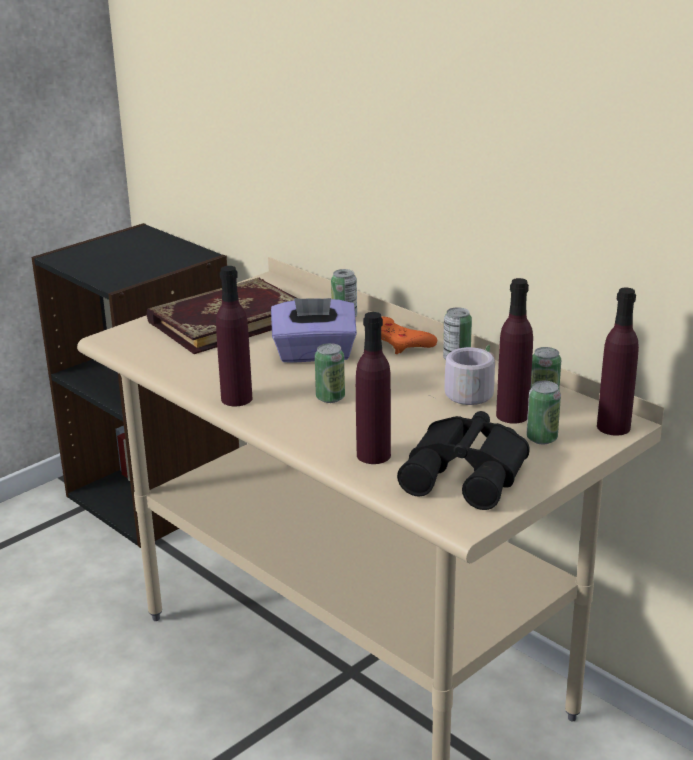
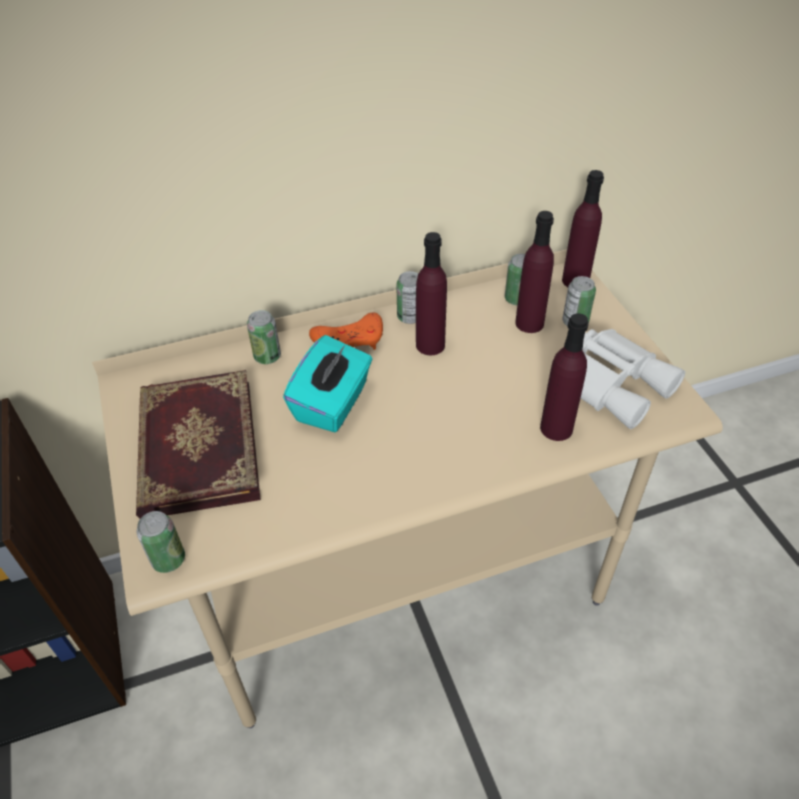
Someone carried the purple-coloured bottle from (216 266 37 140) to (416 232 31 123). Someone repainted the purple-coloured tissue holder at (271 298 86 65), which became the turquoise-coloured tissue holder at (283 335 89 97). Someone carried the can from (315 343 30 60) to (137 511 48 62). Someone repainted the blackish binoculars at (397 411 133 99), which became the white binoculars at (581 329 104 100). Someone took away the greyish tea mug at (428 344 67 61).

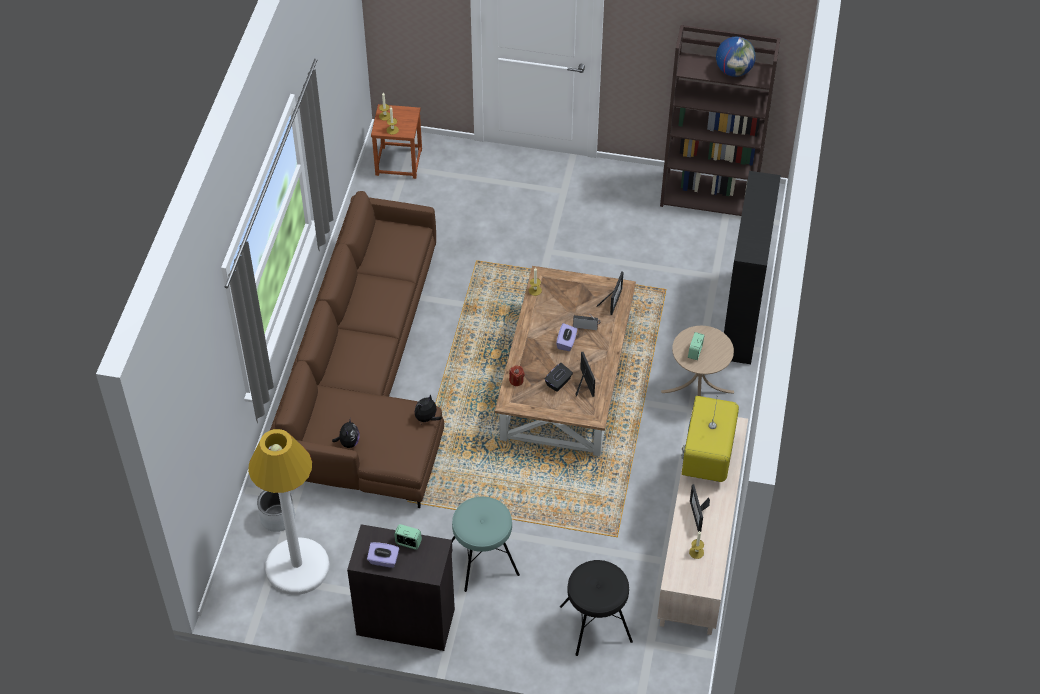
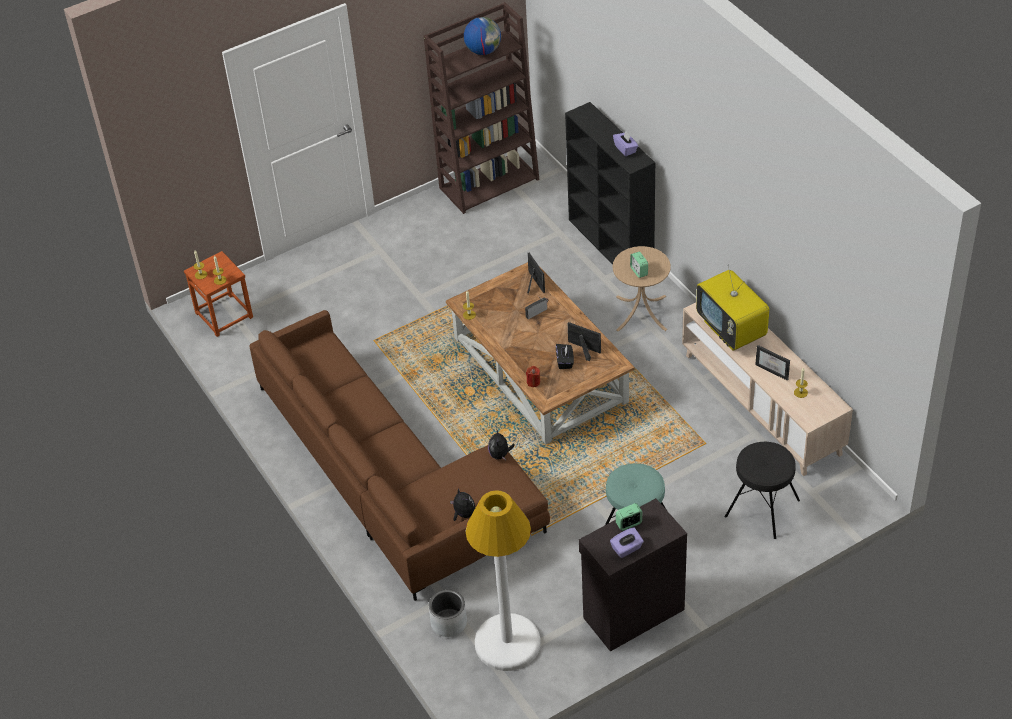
Someone carried the purple-coloured tissue holder from (556 323 21 28) to (613 131 25 25).

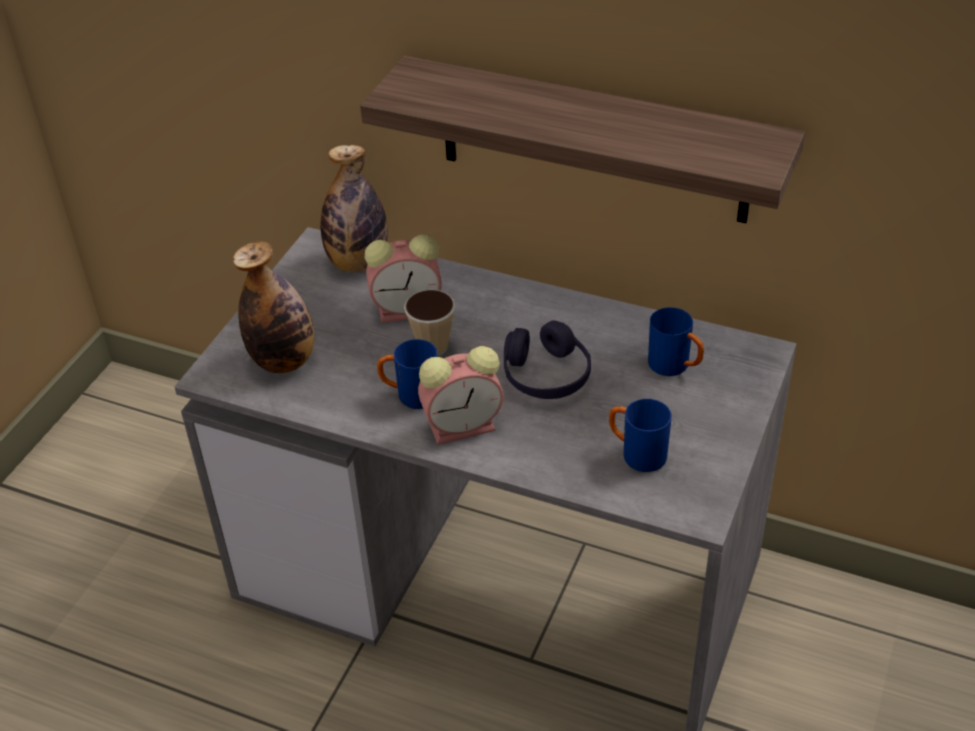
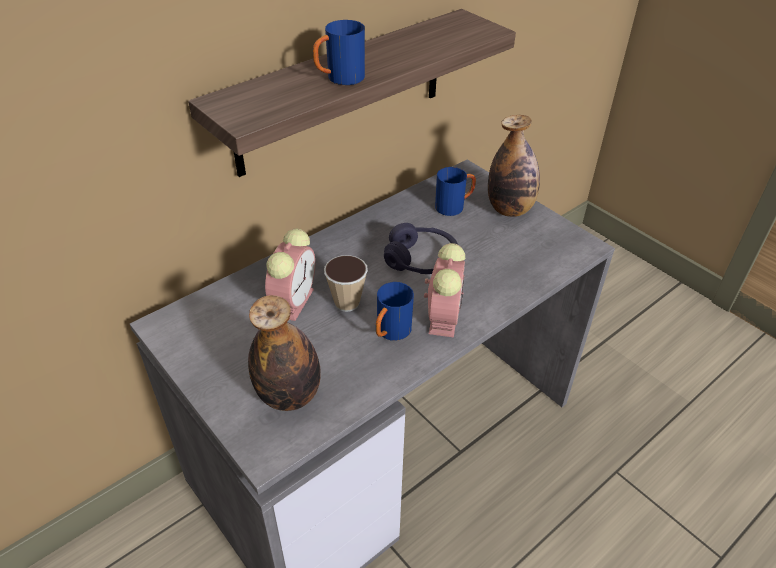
Someone carried the bottle from (321 145 67 127) to (488 115 52 102). Someone carried the bluish tea mug from (609 399 63 73) to (313 20 52 65).

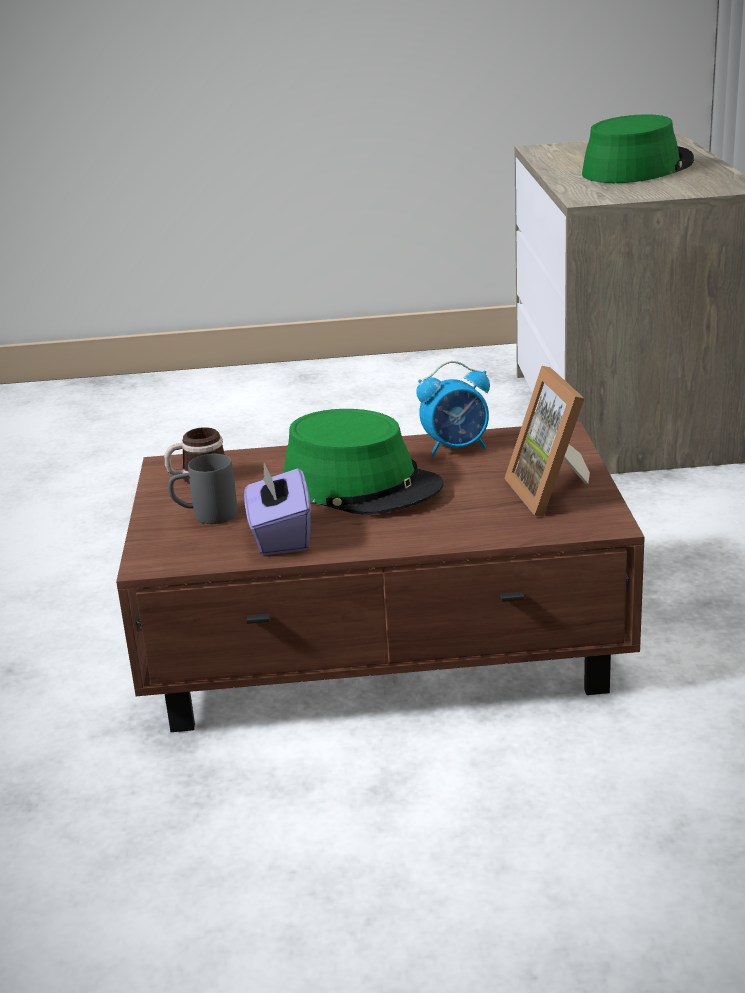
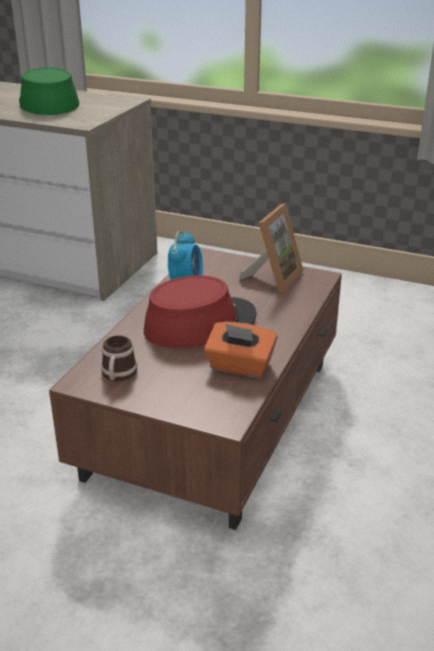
Someone took away the greyish tea mug at (168 454 69 70). Someone repainted the purple-coloured tissue holder at (244 463 67 92), which became the orange-coloured tissue holder at (204 322 74 56). Someone repainted the green-coloured wearable hat at (284 409 159 106), which became the red-coloured wearable hat at (144 275 113 73). Someone rotated the photo frame at (504 366 86 151) by 75 degrees counterclockwise.

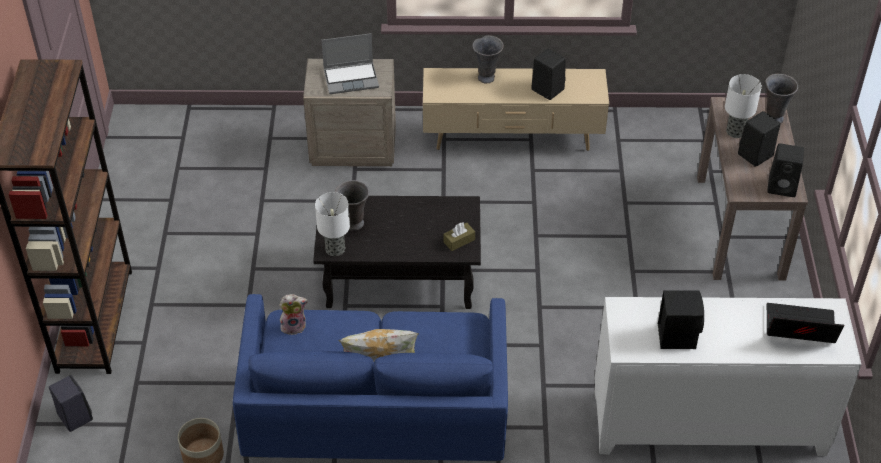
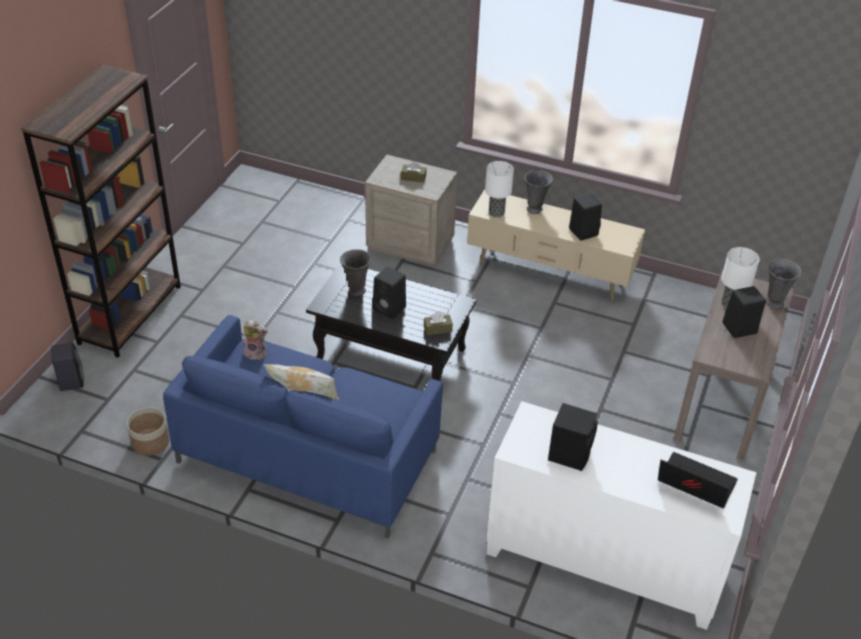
Someone carried the lamp for a table from (315 192 35 64) to (485 161 29 57). Someone swapped the notebook computer at (322 33 57 61) for the brown-coloured tissue holder at (401 162 25 21). Someone carried the blackish speaker from (767 144 37 53) to (372 267 34 52).

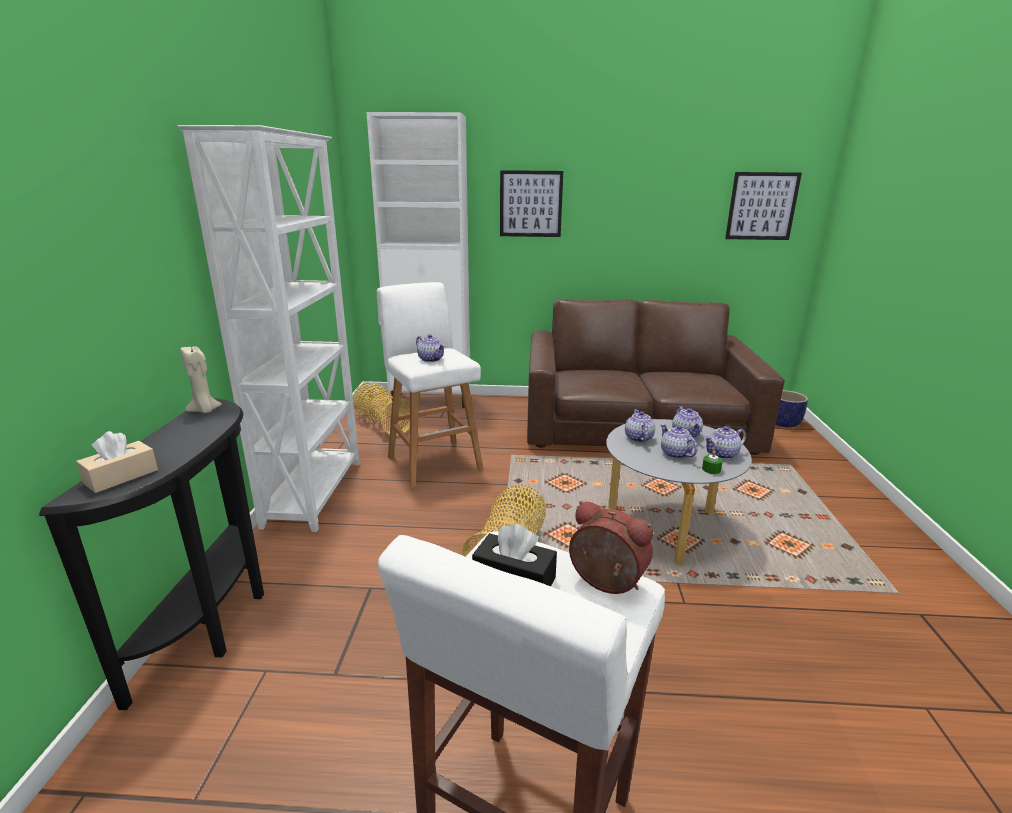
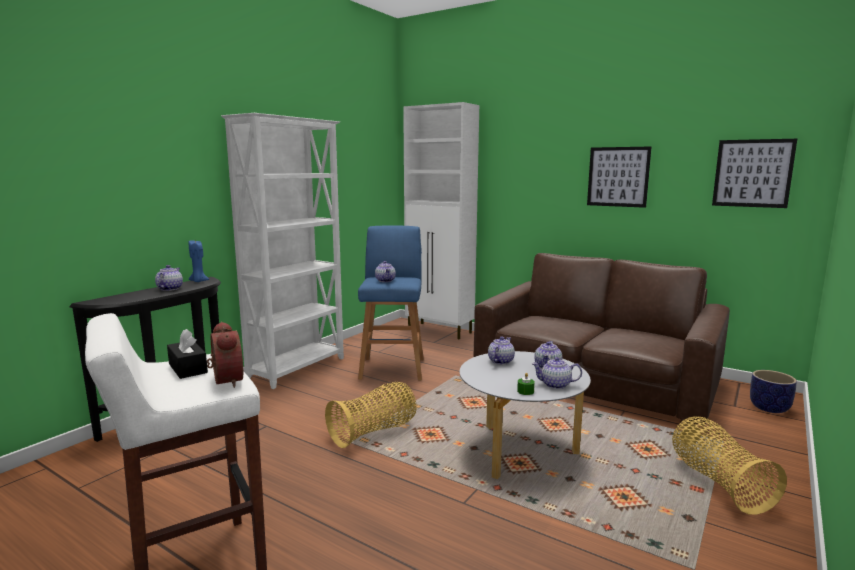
Someone took away the beige tissue holder at (76 431 82 62). Someone repainted the beige candle at (180 346 42 67), which became the bluish candle at (189 240 20 42). Someone carried the basket from (353 382 57 54) to (672 416 115 99). Someone repainted the white stool at (377 282 107 206), which became the bluish stool at (358 226 66 154). Someone carried the wall art from (500 170 63 67) to (587 147 64 61). Someone carried the pot for tea from (660 424 38 35) to (155 265 28 26).

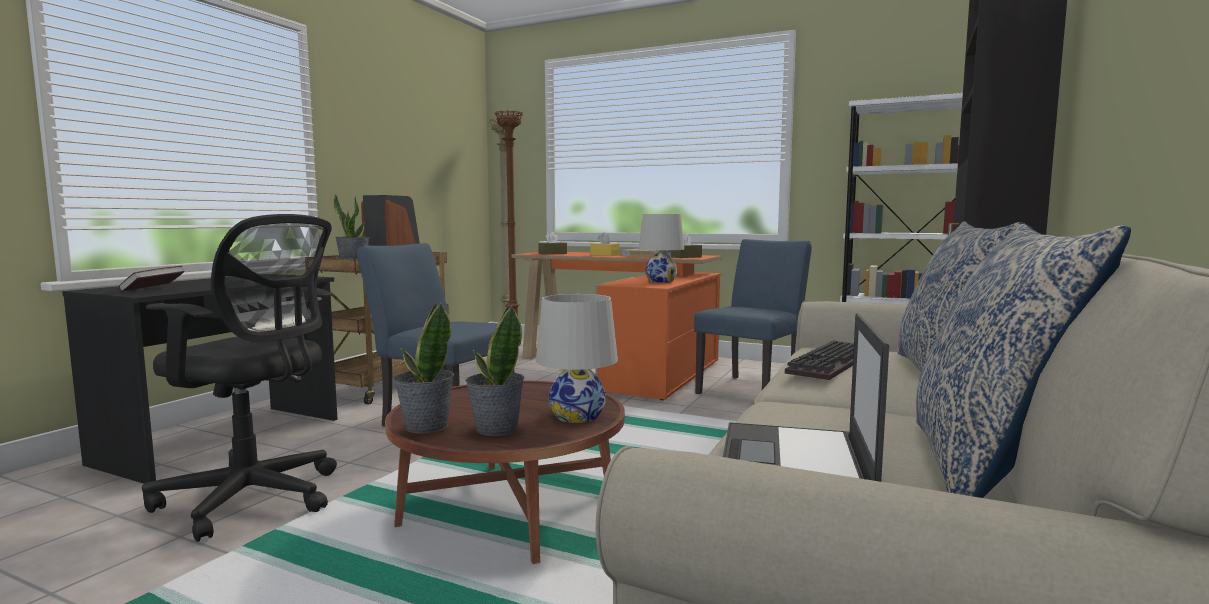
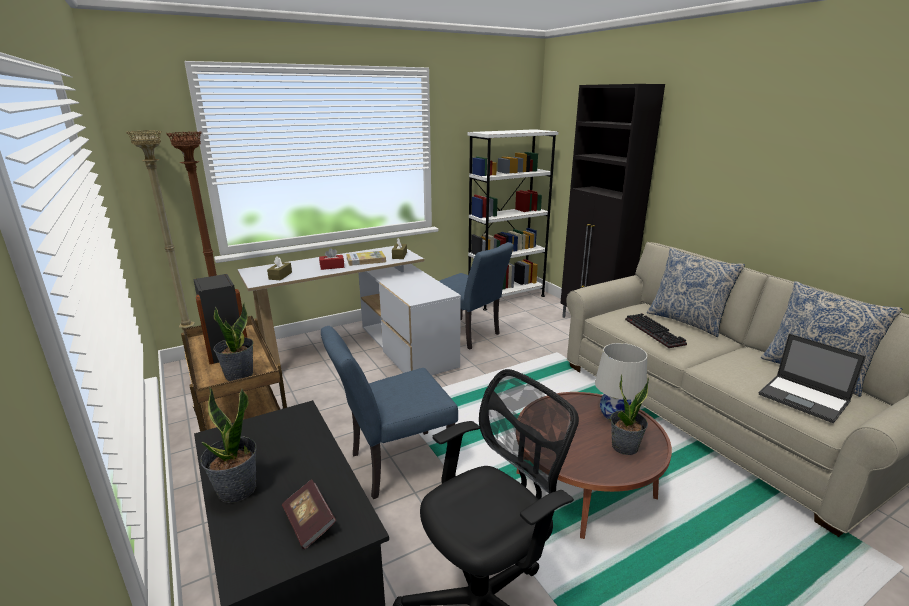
Someone carried the houseplant from (393 302 61 131) to (200 387 57 116). Someone repainted the orange-coloured desk table at (512 252 209 148), which became the white desk table at (237 246 224 129). Someone repainted the yellow-coloured tissue holder at (590 233 29 23), which became the red-coloured tissue holder at (319 248 25 22). Someone took away the white lamp for a table at (639 214 45 69). Someone rotated the bluish plain chair at (694 239 118 155) by 150 degrees clockwise.

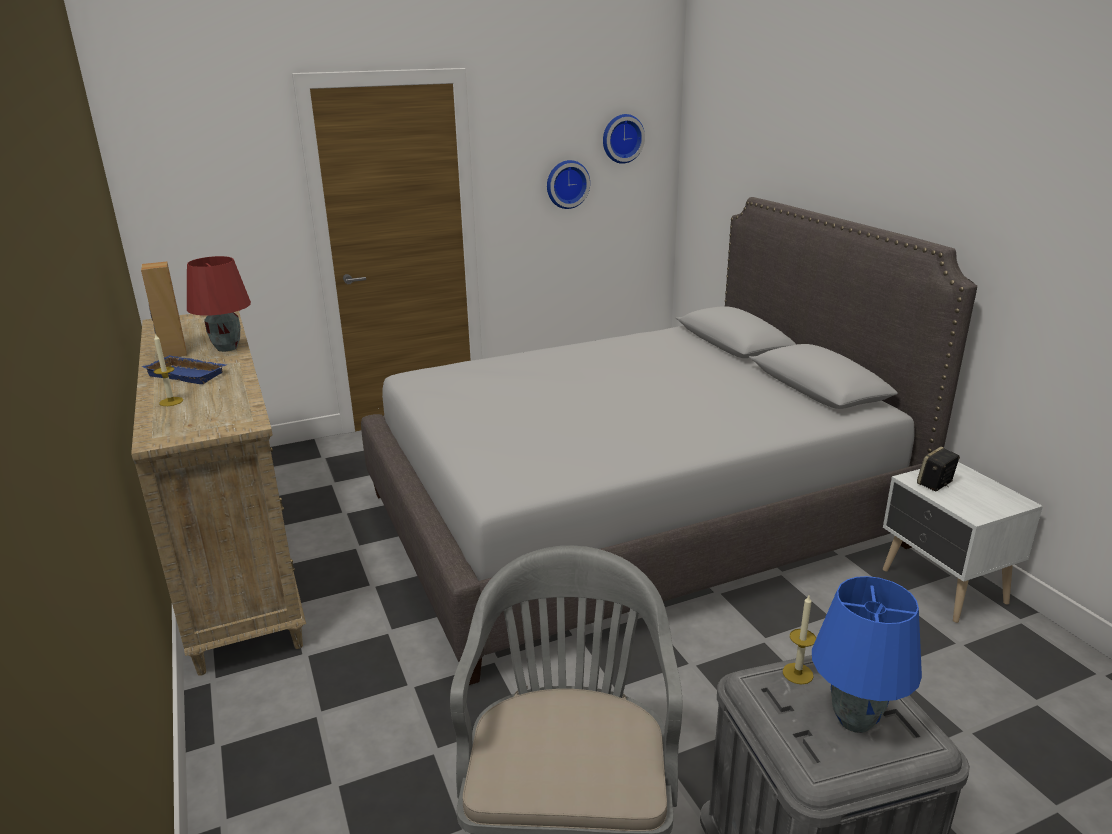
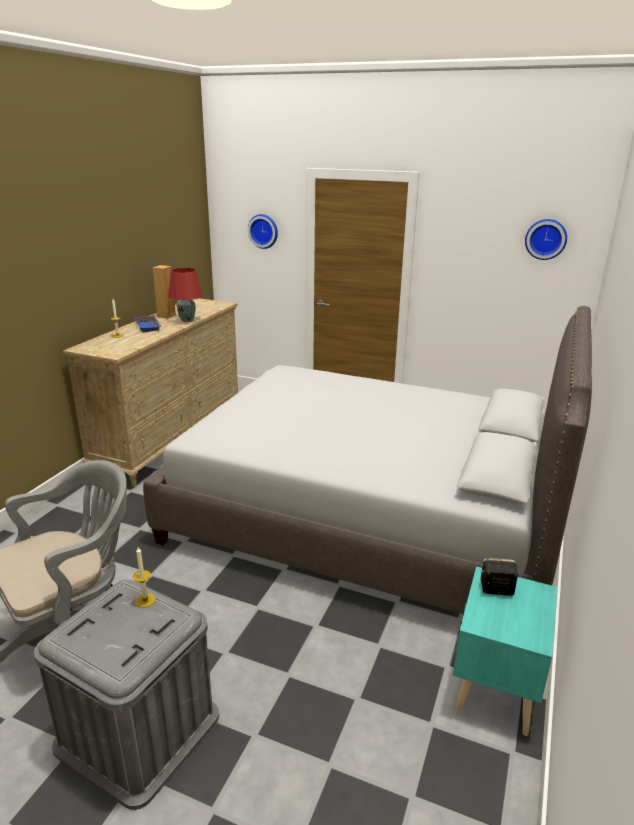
Someone carried the wall clock from (547 160 43 49) to (248 214 30 35). Someone took away the bluish lamp for a table at (812 576 110 157). Someone repainted the white nightstand at (883 462 160 161), which became the turquoise-coloured nightstand at (453 566 104 170).

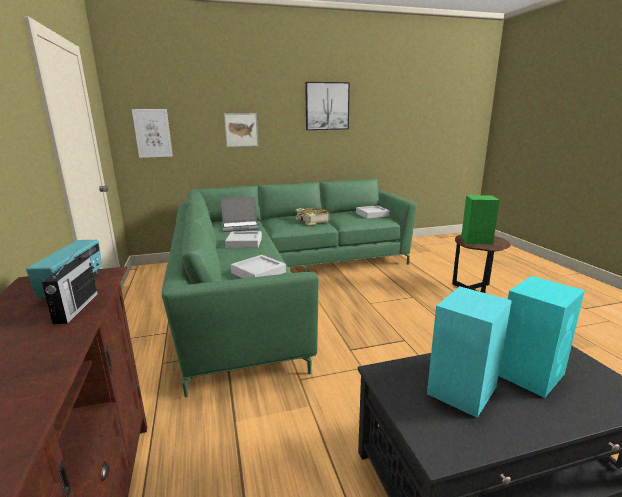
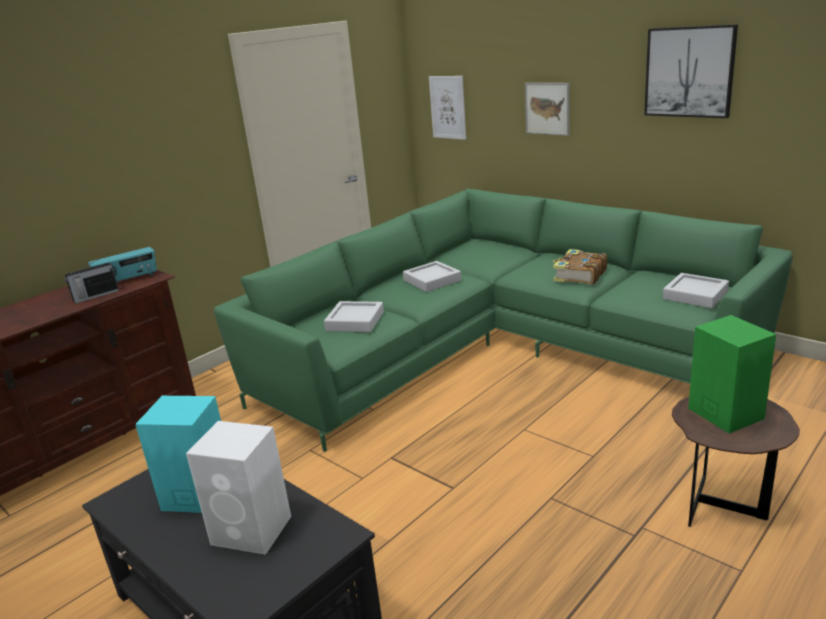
Someone took away the notebook computer at (221 197 38 35). Someone repainted the turquoise-coloured speaker at (499 276 86 122), which became the white speaker at (186 421 105 134).

